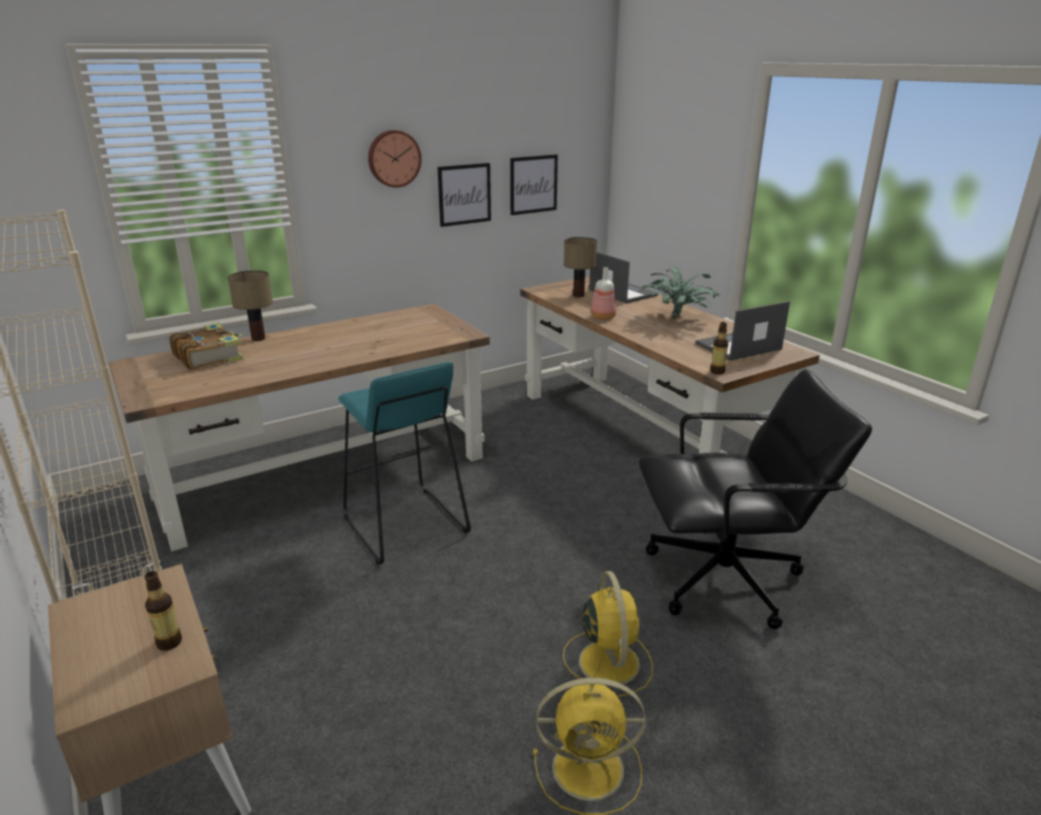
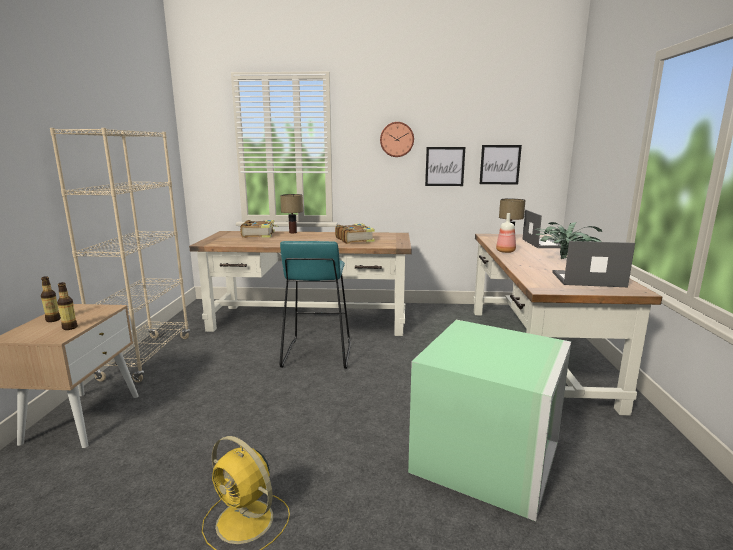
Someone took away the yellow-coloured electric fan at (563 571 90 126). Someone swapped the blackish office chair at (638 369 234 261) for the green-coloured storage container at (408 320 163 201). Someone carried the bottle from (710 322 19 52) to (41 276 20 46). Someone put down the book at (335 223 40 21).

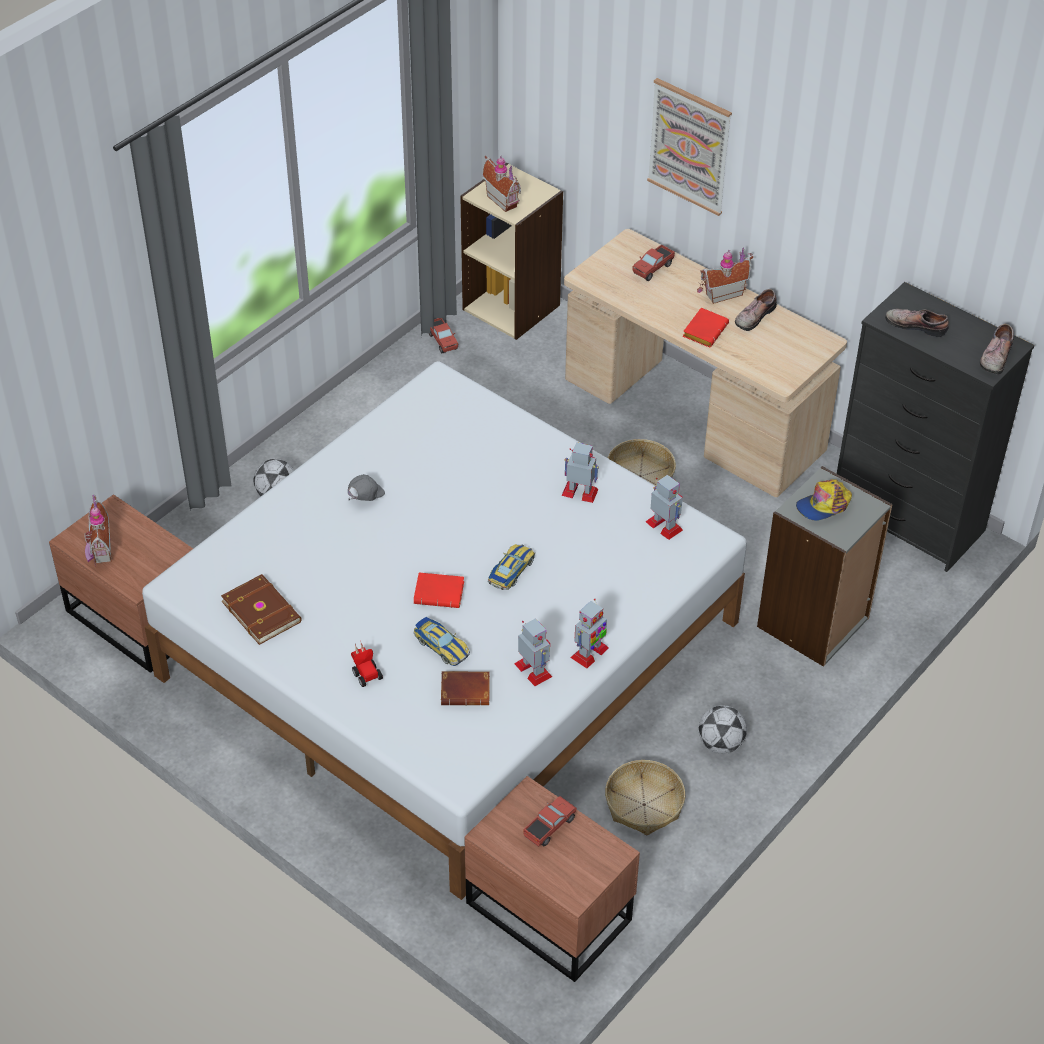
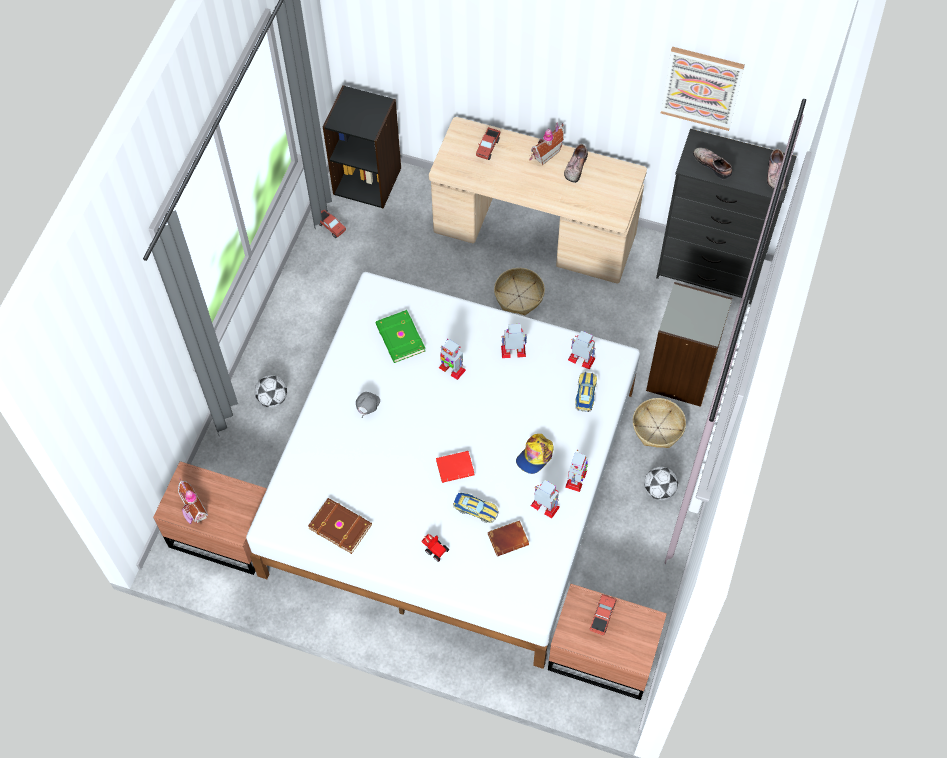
Someone repainted the beige bookcase at (460 163 103 177), which became the blackish bookcase at (323 85 78 123). Someone took away the model house at (482 156 39 56). Someone carried the miniature car from (488 544 47 46) to (575 372 22 40). Someone carried the basket from (605 760 80 75) to (633 398 53 50). Someone carried the wall art from (647 78 85 138) to (661 47 83 84). Someone took away the red-coloured book at (683 308 46 39). Someone carried the baseball cap from (796 479 56 42) to (516 434 38 40). Someone rotated the low shoe at (885 309 64 28) by 45 degrees clockwise. Someone put down the green-coloured book at (375 310 50 53). Someone put down the model robot at (438 339 28 41).

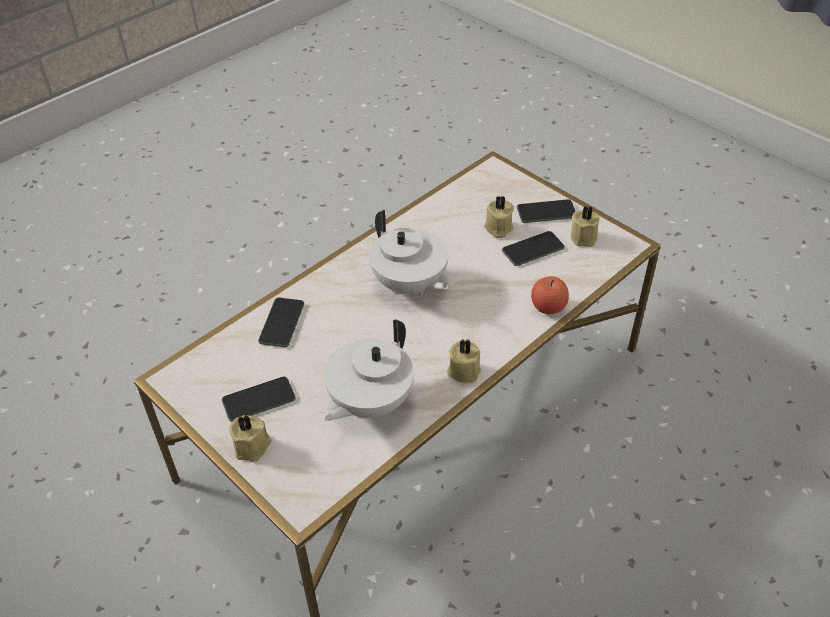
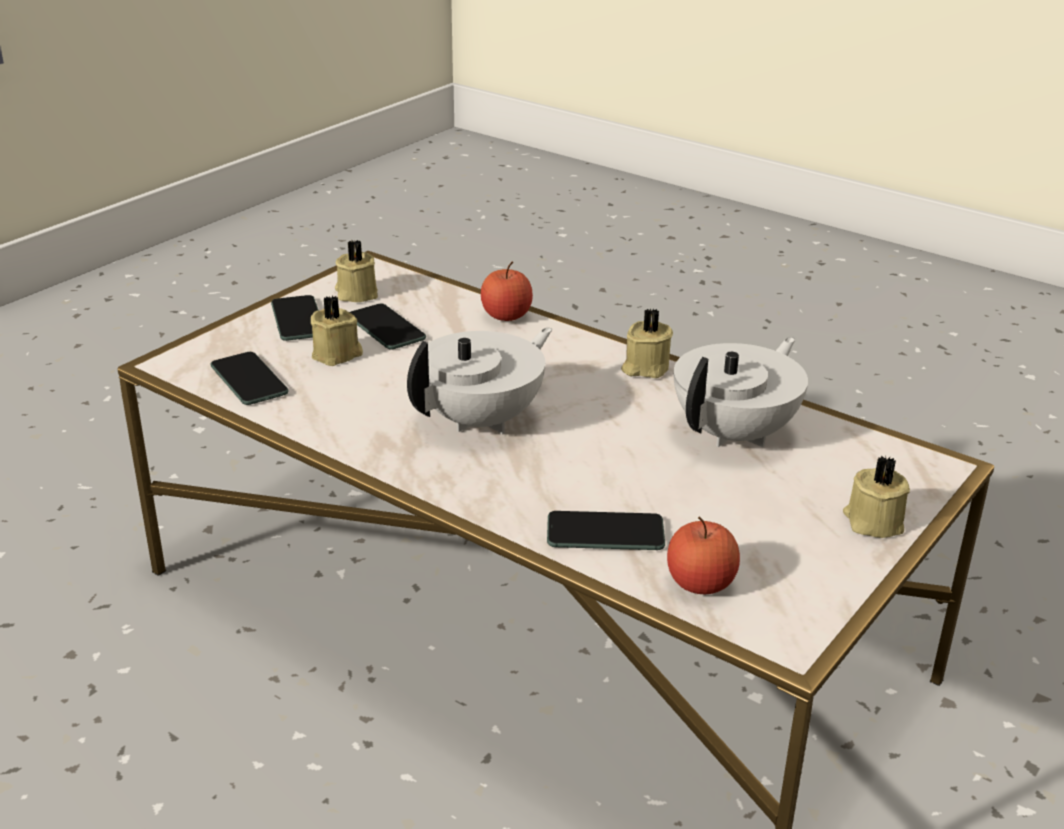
Someone carried the handset from (222 377 74 45) to (211 352 78 53). Someone rotated the white pot for tea at (324 319 90 102) by 75 degrees counterclockwise. Someone put down the apple at (667 517 73 77).

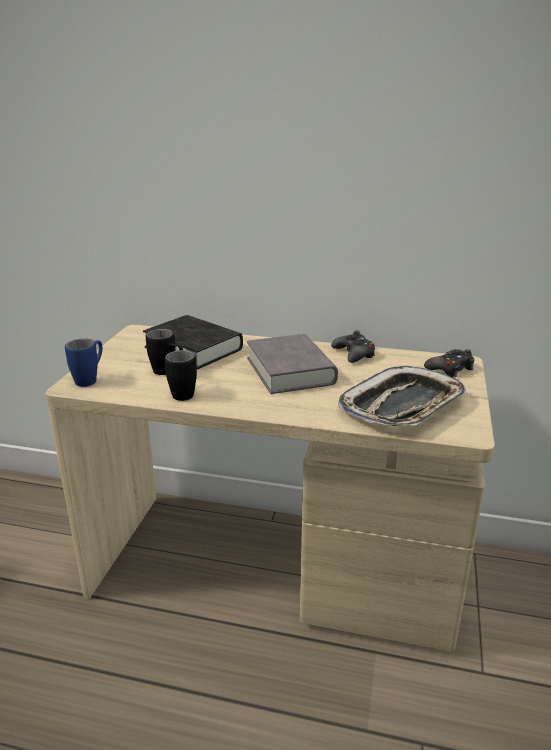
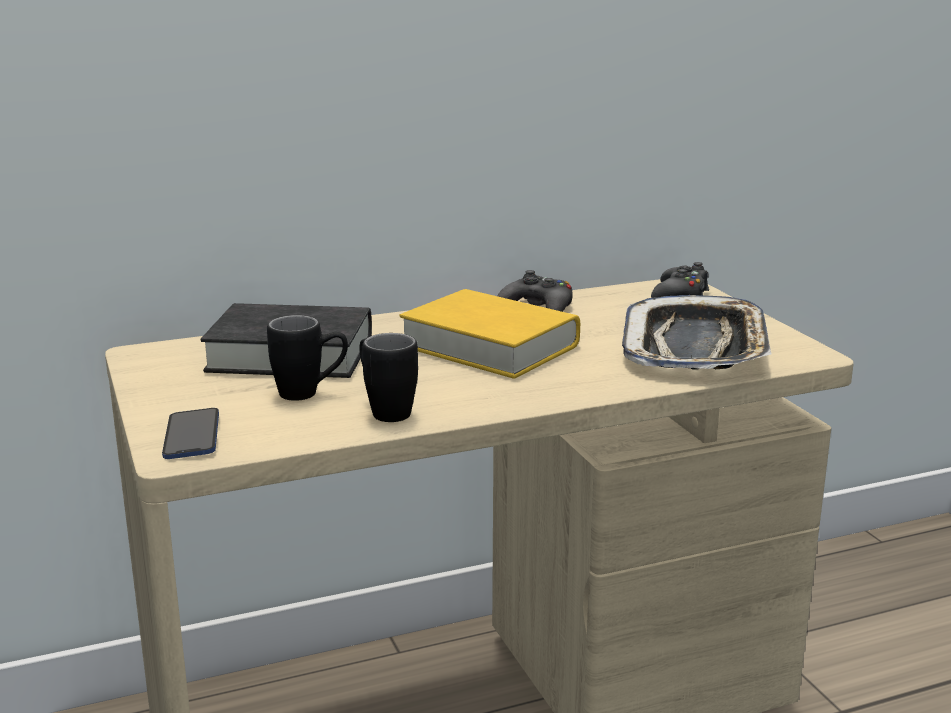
Someone swapped the bluish tea mug at (65 339 37 48) for the handset at (162 408 57 51). Someone repainted the greyish book at (247 334 91 60), which became the yellow-coloured book at (399 289 181 90).

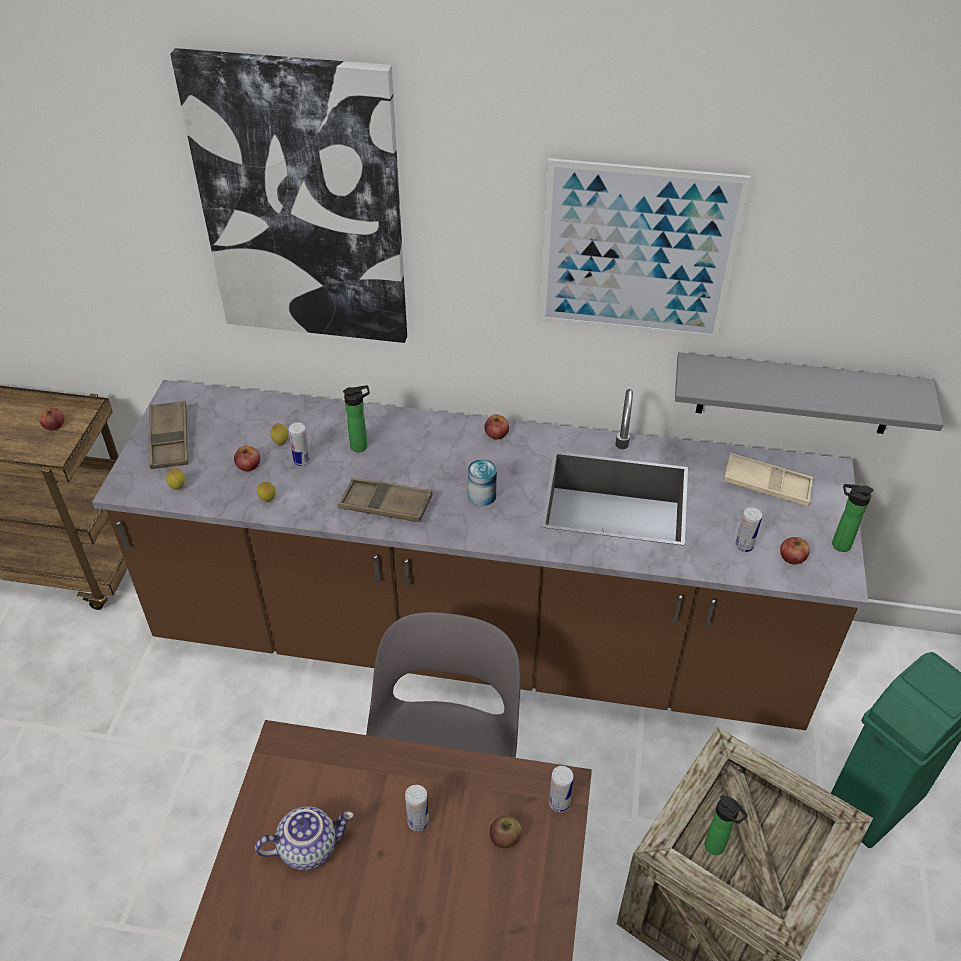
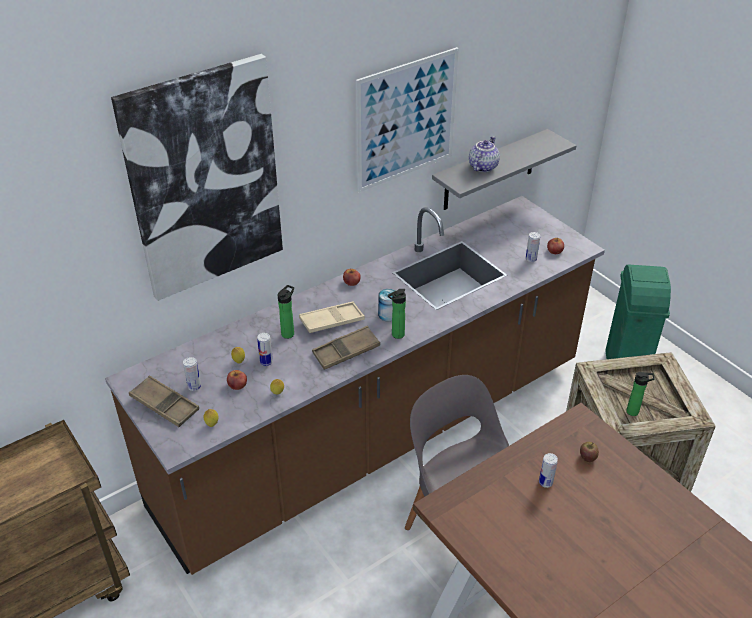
Someone took away the apple at (39 408 25 22). Someone carried the pot for tea from (255 806 99 65) to (469 136 31 36). Someone carried the can from (549 766 24 46) to (183 357 18 34). Someone carried the beige tray from (723 453 90 54) to (299 302 66 31). Someone carried the bottle from (832 484 42 68) to (387 289 19 50).

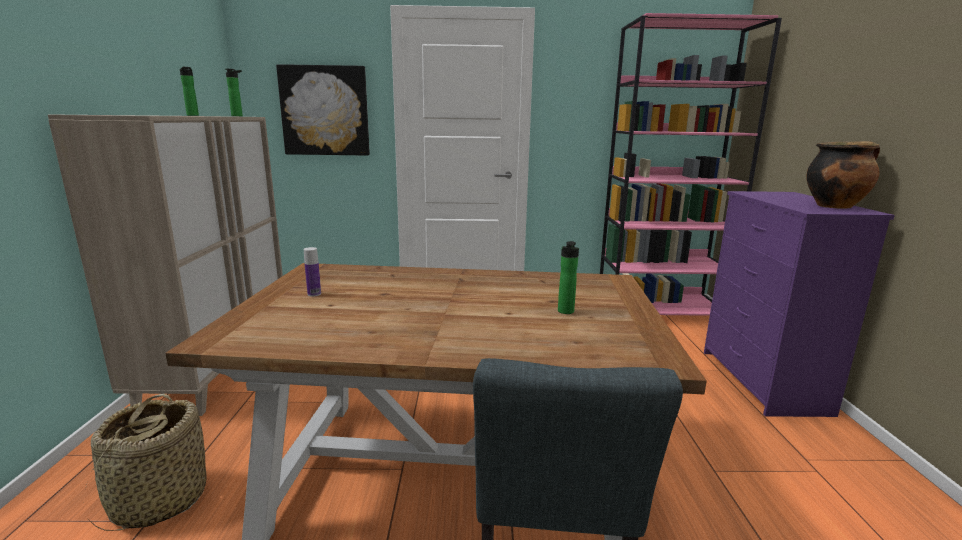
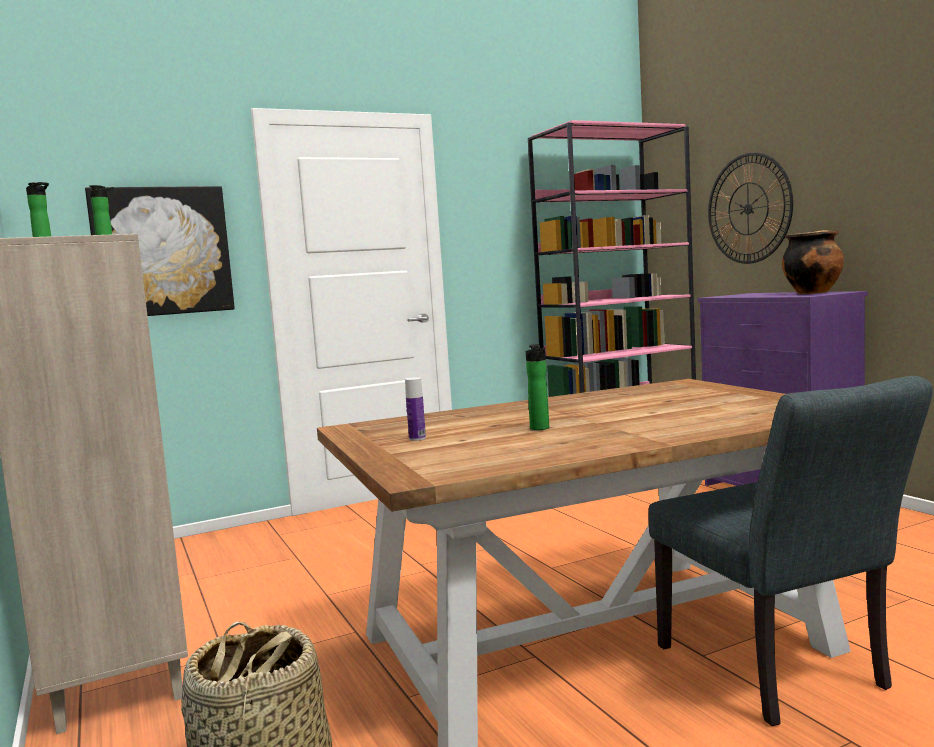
Someone carried the bottle from (558 241 21 73) to (526 344 23 86). Someone put up the wall clock at (708 152 85 112).

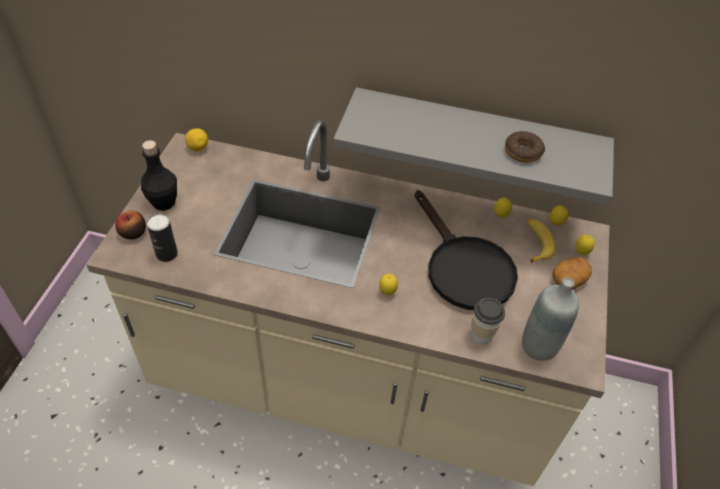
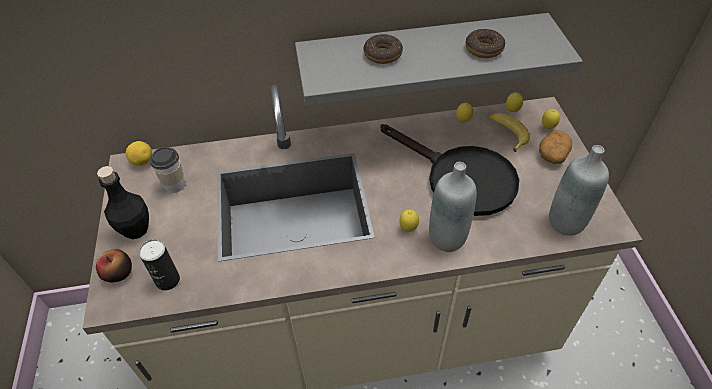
Someone carried the drinking cup from (471 298 34 47) to (150 147 35 46). Someone put down the ring doughnut at (363 34 40 30). Someone put down the greyish bottle at (429 162 48 90).

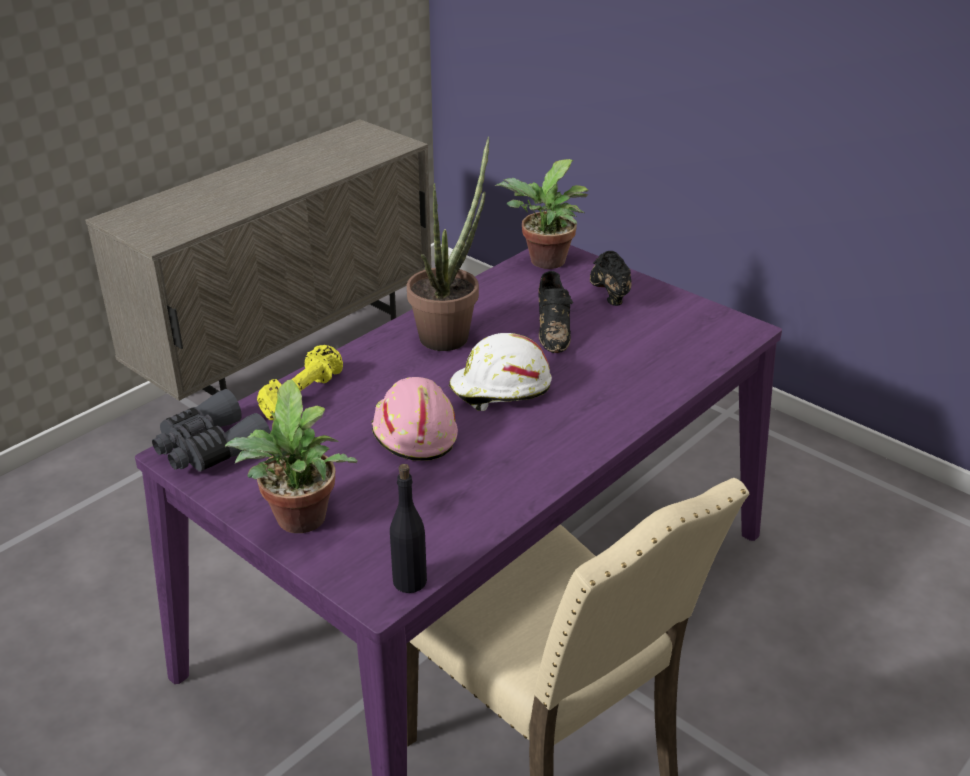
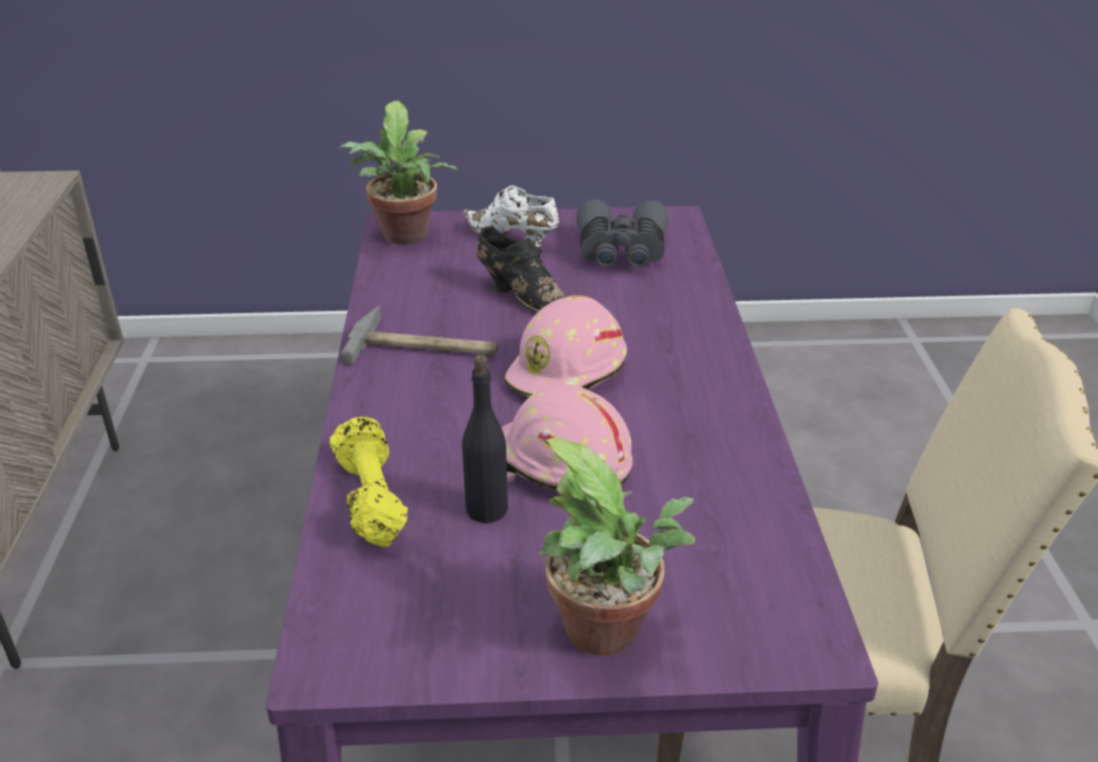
Someone carried the greyish binoculars from (152 389 119 83) to (576 199 93 68). Someone carried the blackish bottle from (390 464 37 129) to (462 355 46 168). Someone swapped the houseplant at (407 137 82 214) for the tool hammer at (341 306 157 59). Someone repainted the white work helmet at (449 333 103 78), which became the pinkish work helmet at (504 295 123 102). Someone repainted the blackish low shoe at (590 251 42 55), which became the white low shoe at (463 185 96 62).

